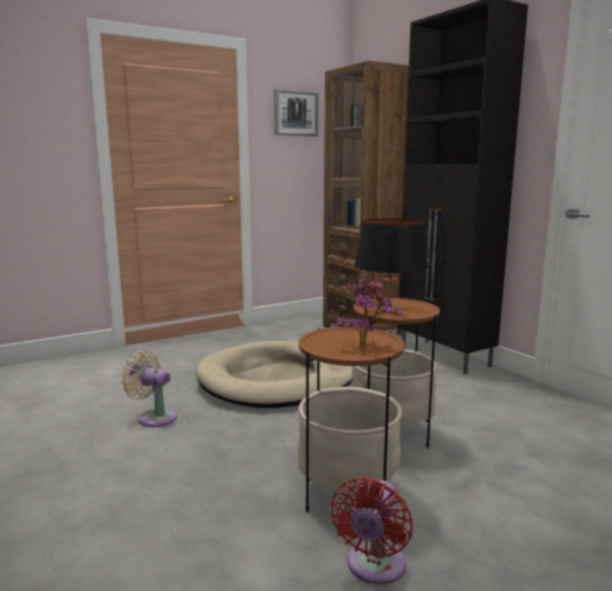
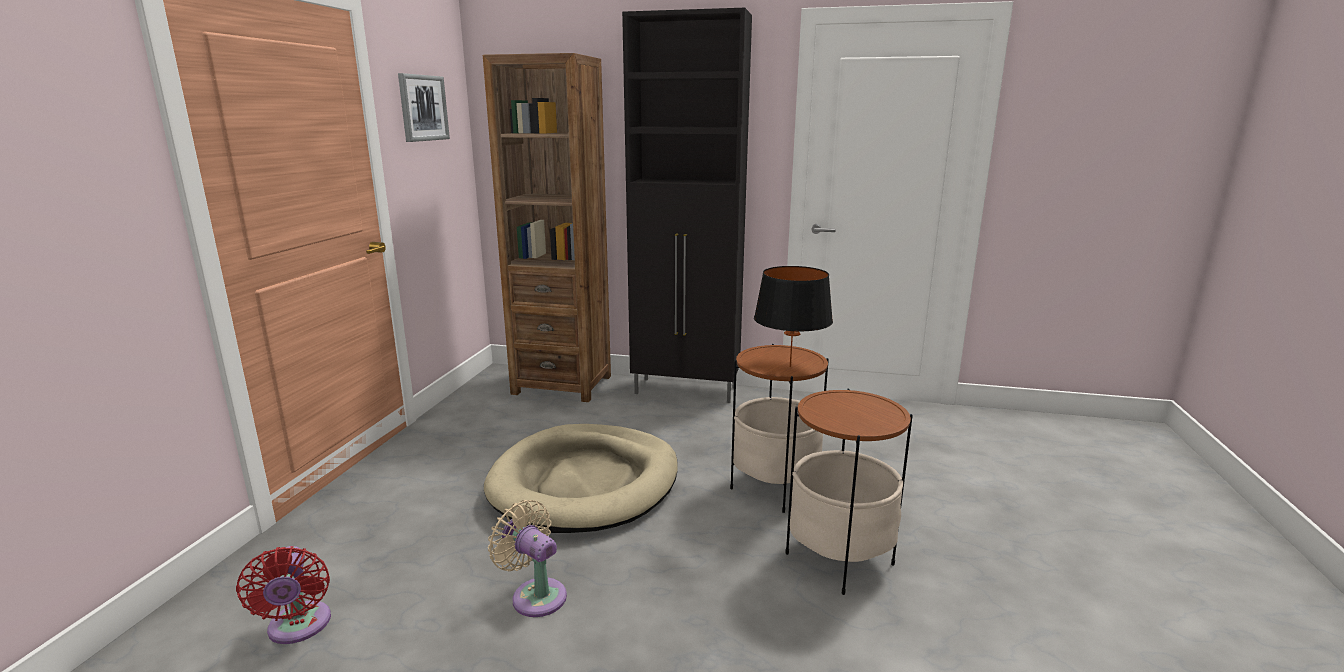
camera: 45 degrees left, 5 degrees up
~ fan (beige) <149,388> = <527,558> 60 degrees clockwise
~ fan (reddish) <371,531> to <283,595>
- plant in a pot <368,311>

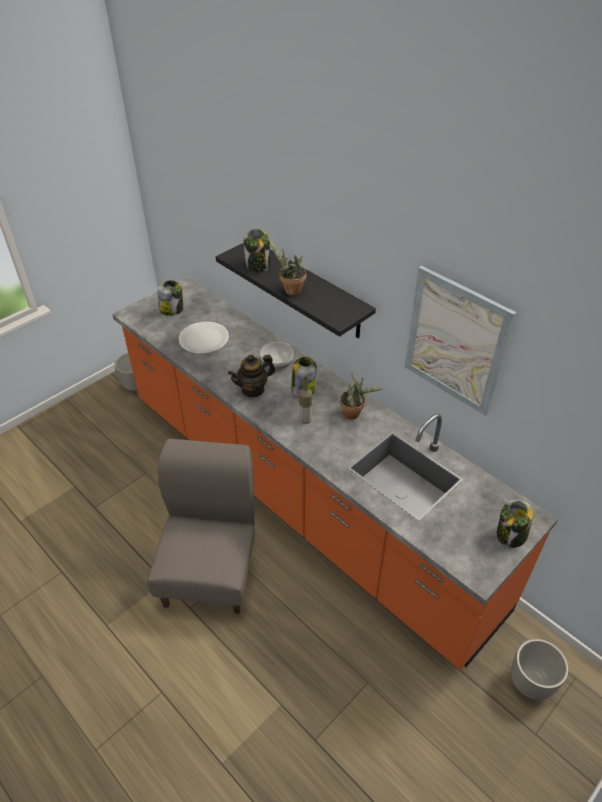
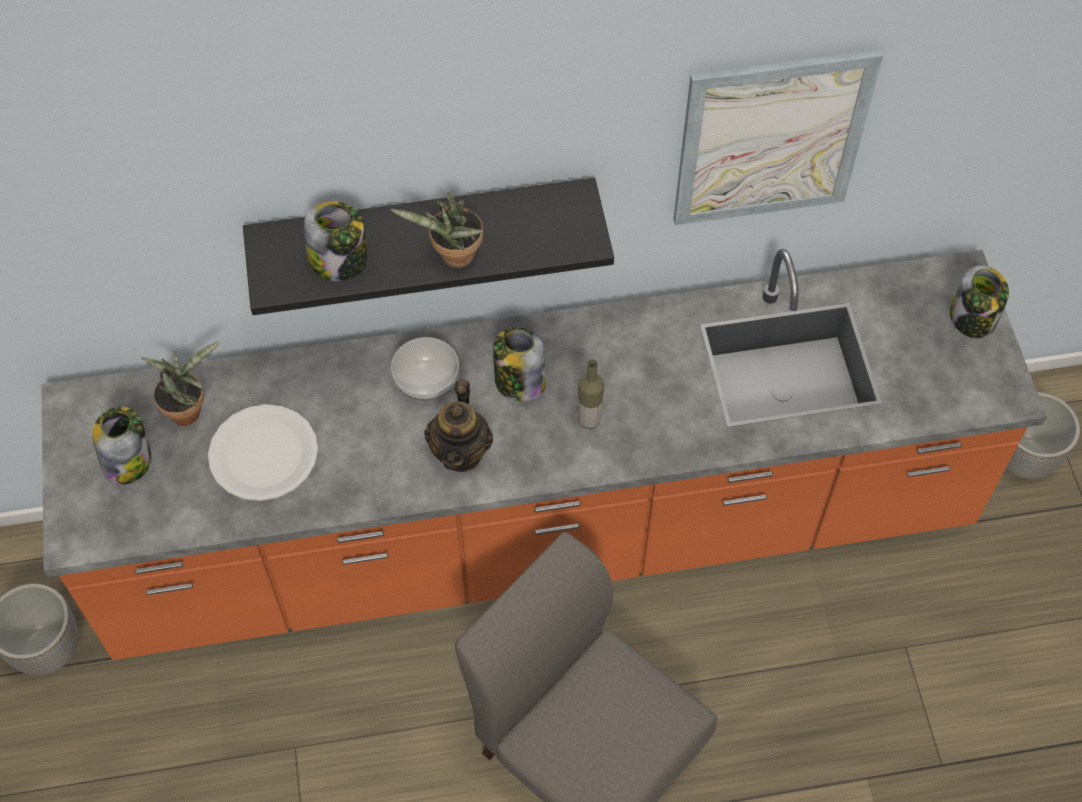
camera: 55 degrees left, 15 degrees up
~ plant in a pot <361,396> to <181,383>

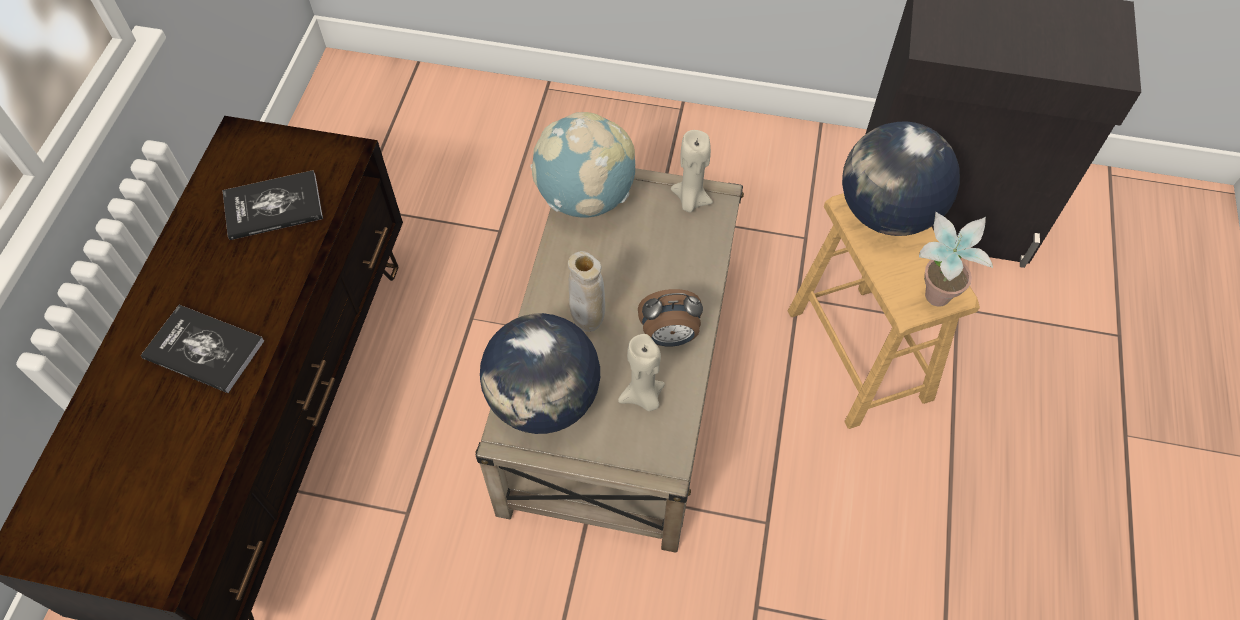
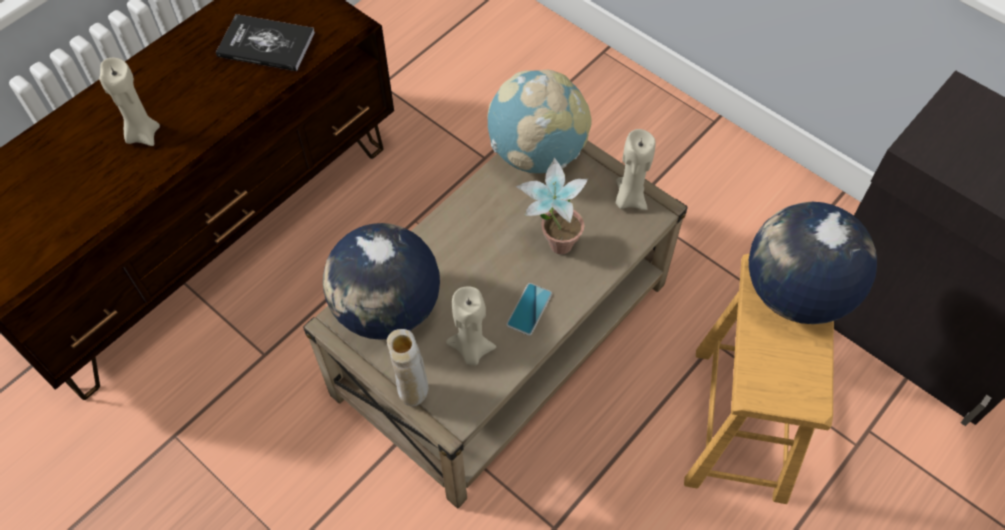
camera: 30 degrees right, 0 degrees up
~ bound book <202,349> to candle (beige) <129,102>
~ decorative vase (beige) <586,291> to <407,368>
~ bedside clock <670,318> to telephone <529,309>
~ plant in a pot <956,259> to <552,206>

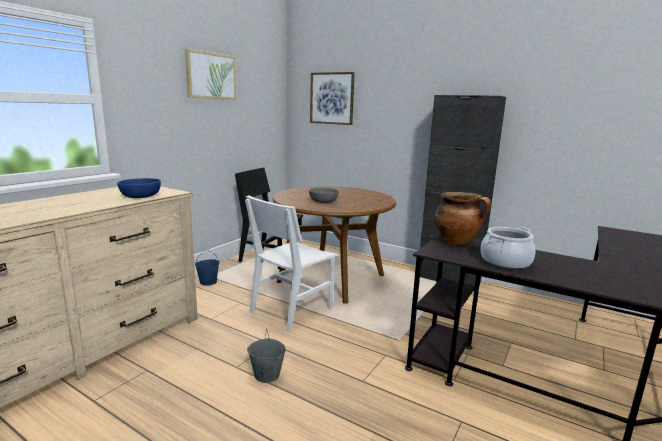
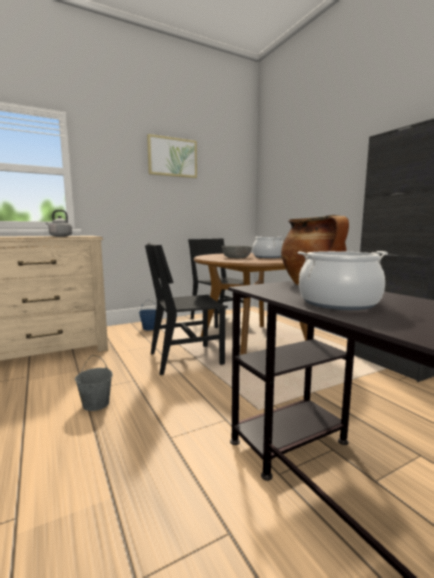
camera: 30 degrees right, 5 degrees down
~ bowl (bluish) <139,188> to tea kettle (grey) <59,223>
~ chair (white) <291,263> to chair (black) <186,309>
- wall art <332,98>
+ stockpot <268,247>

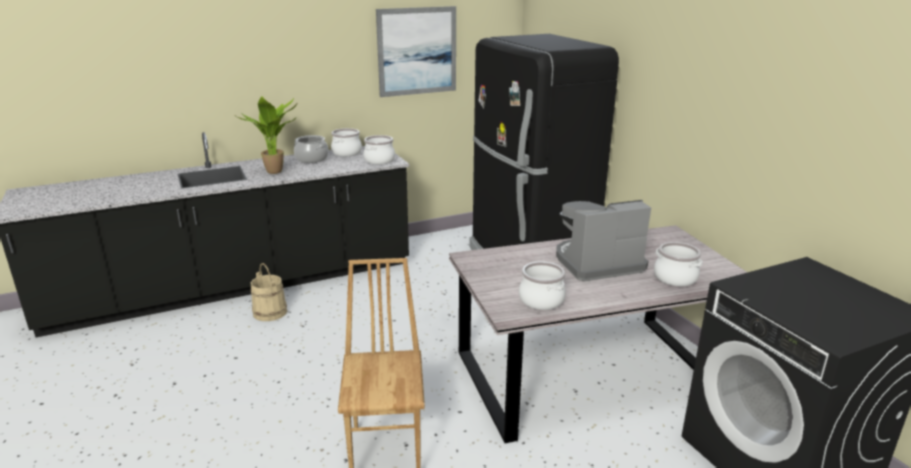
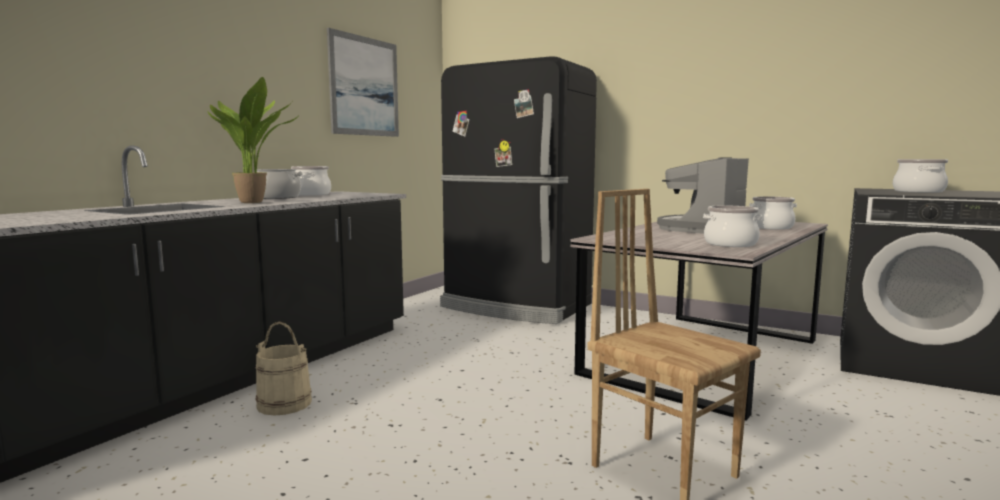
camera: 35 degrees left, 15 degrees down
~ stockpot <379,150> to <920,176>

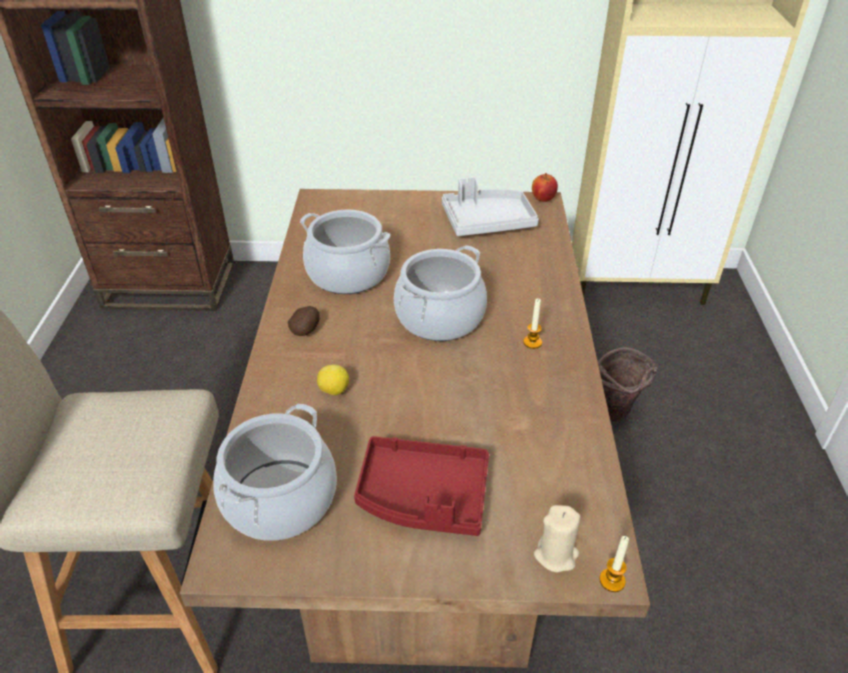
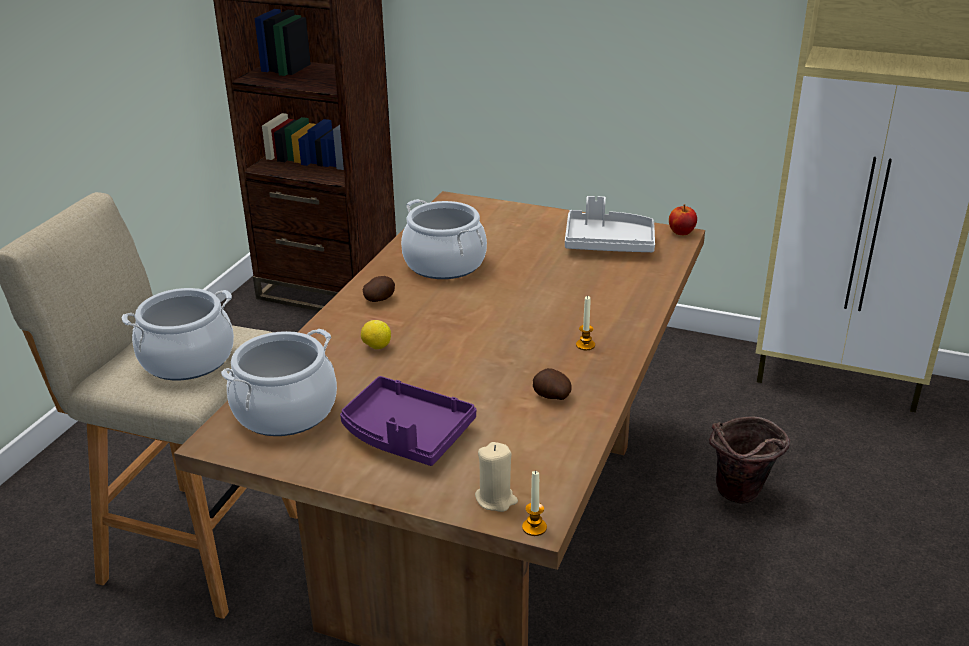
camera: 20 degrees right, 10 degrees down
~ carrying tray (reddish) <421,486> to carrying tray (purple) <408,421>
~ stockpot <440,293> to <178,334>
+ spud <552,384>

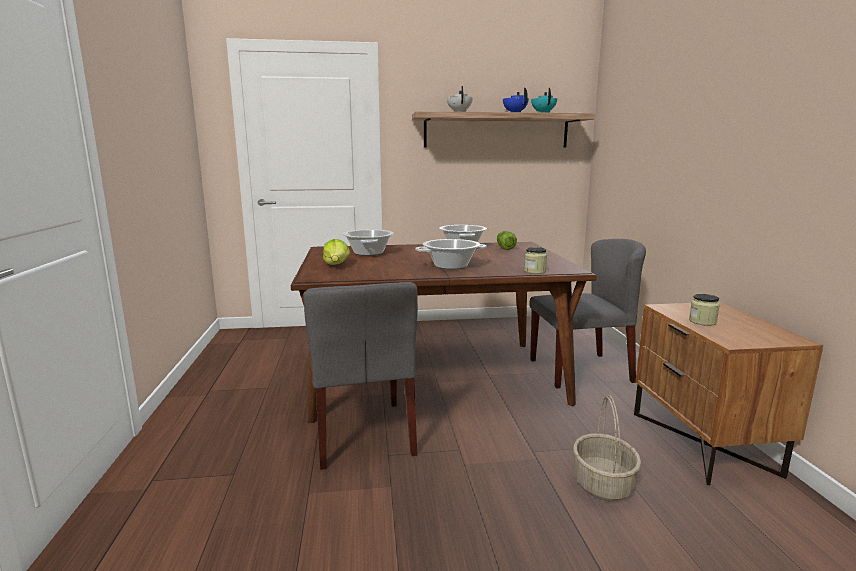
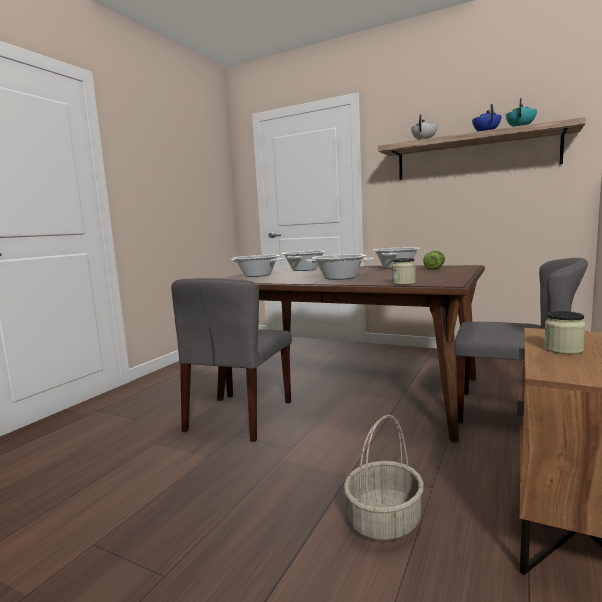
camera: 35 degrees right, 5 degrees down
~ head of lettuce <336,252> to stockpot <257,266>

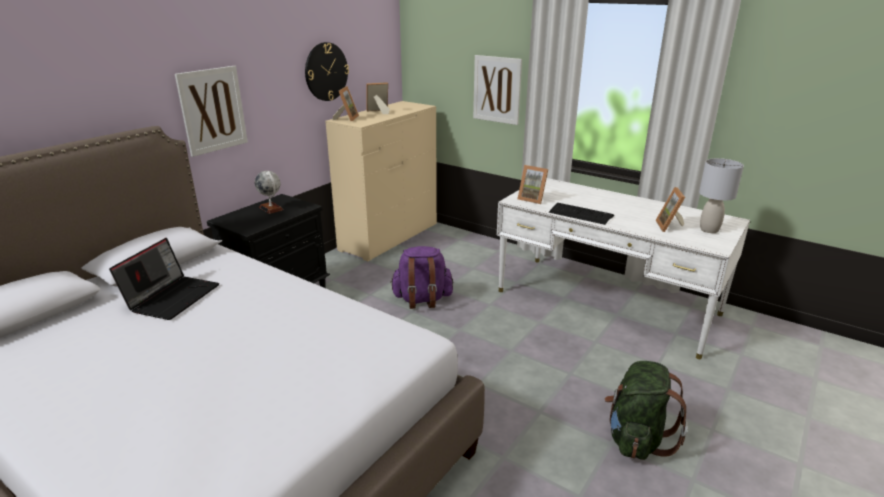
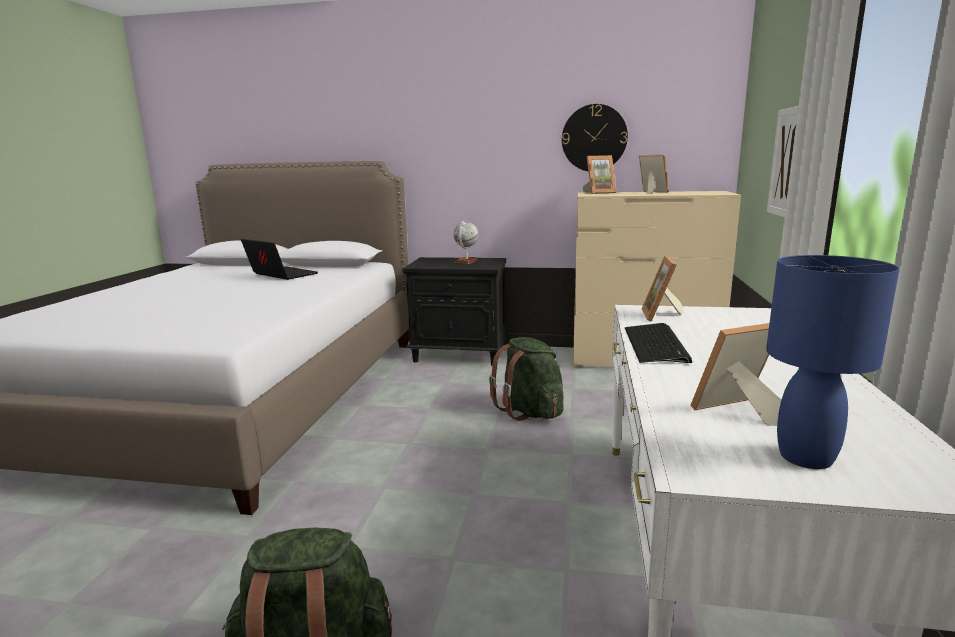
camera: 65 degrees right, 10 degrees down
~ laptop <164,279> = <279,259> 135 degrees counterclockwise
- wall art <211,111>
~ backpack (purple) <421,277> to backpack (green-coloured) <526,379>
~ tabletop lamp (grey) <721,195> to tabletop lamp (bluish) <833,362>

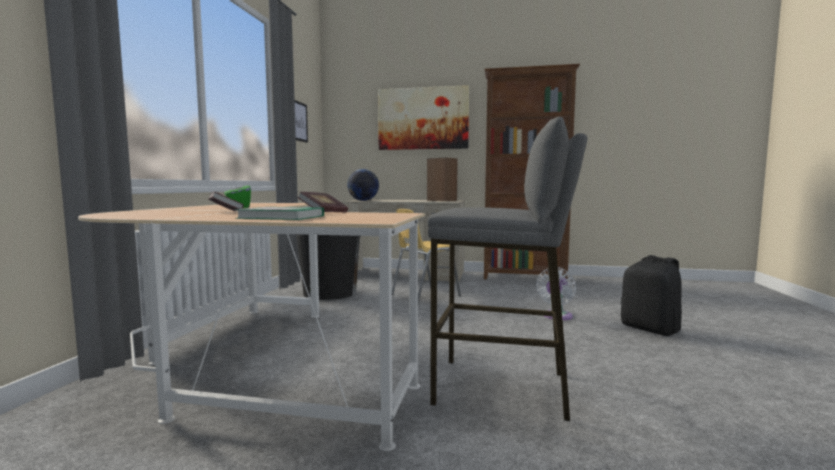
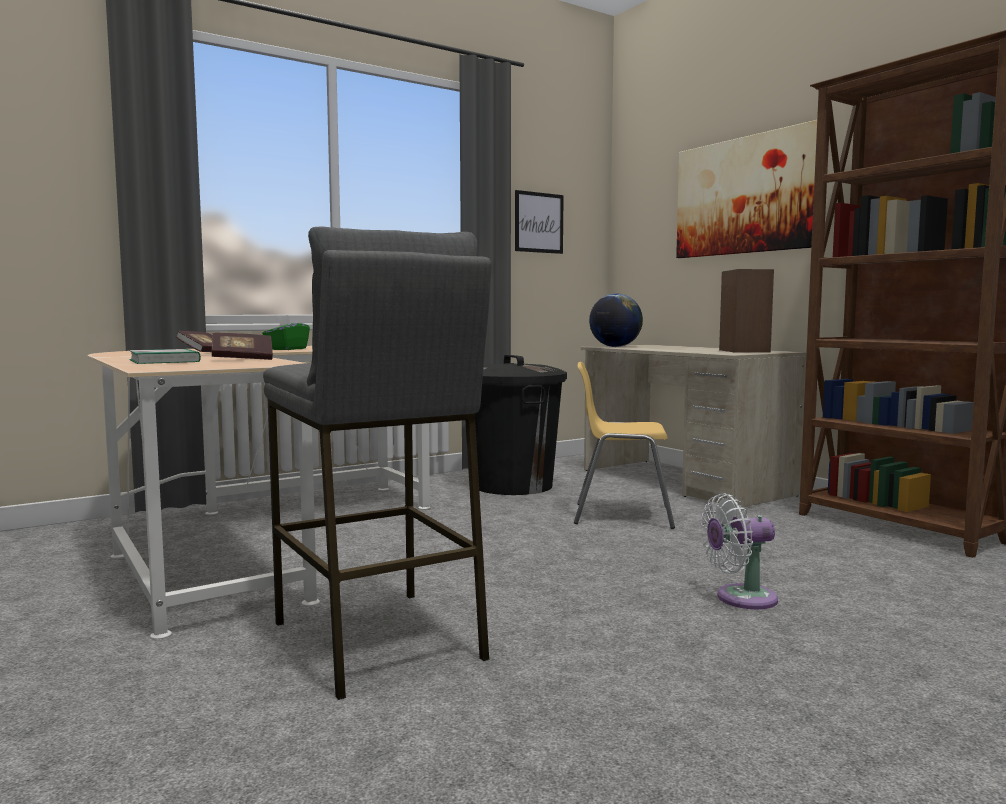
camera: 45 degrees right, 0 degrees up
- backpack (black) <651,295>

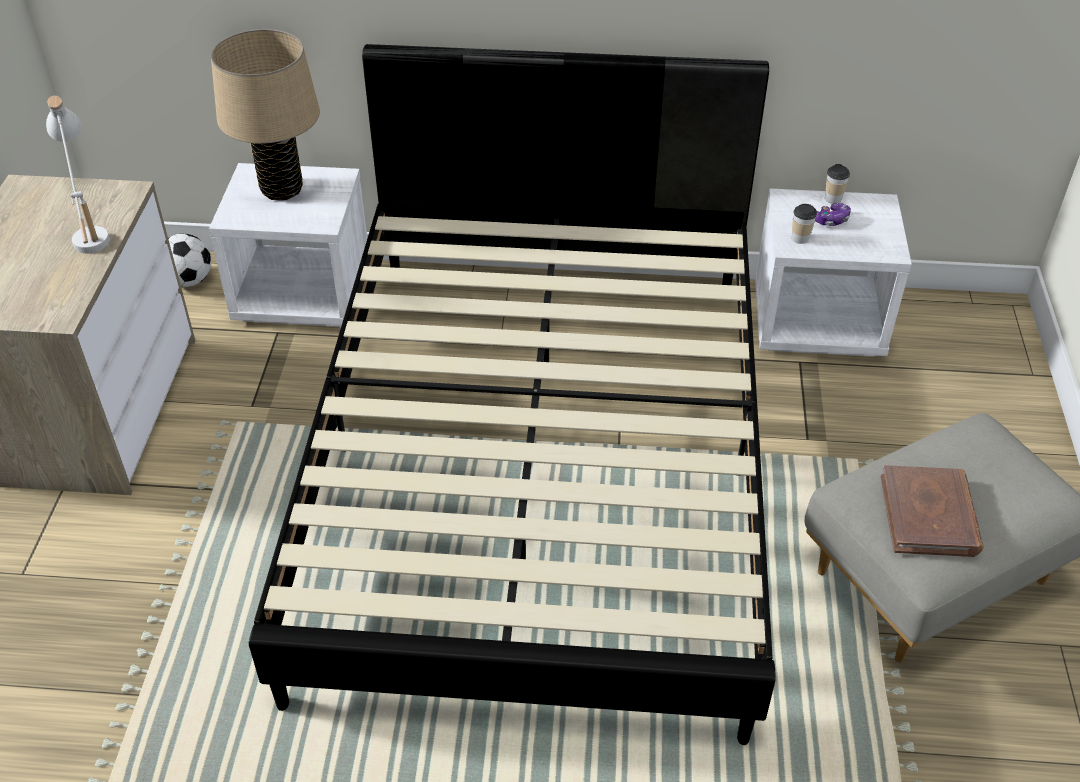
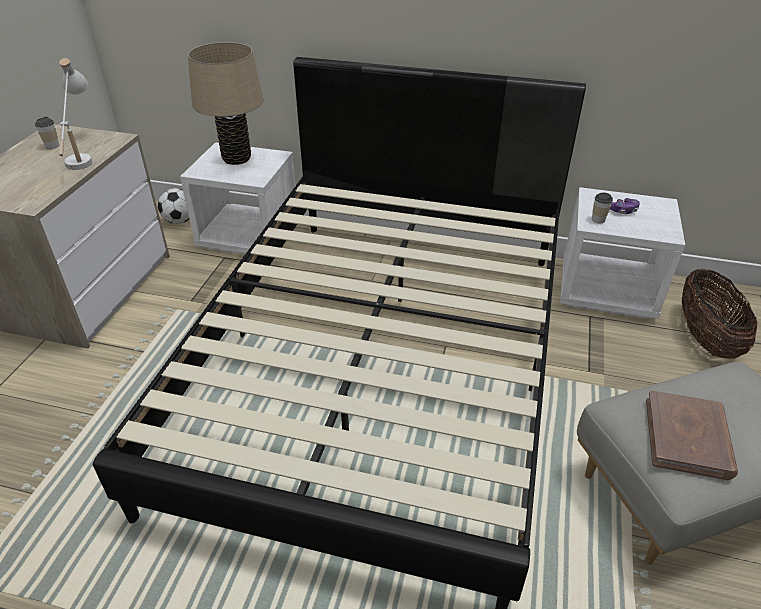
camera: 10 degrees right, 5 degrees down
~ drinking cup <837,184> to <47,133>
+ basket <720,314>

